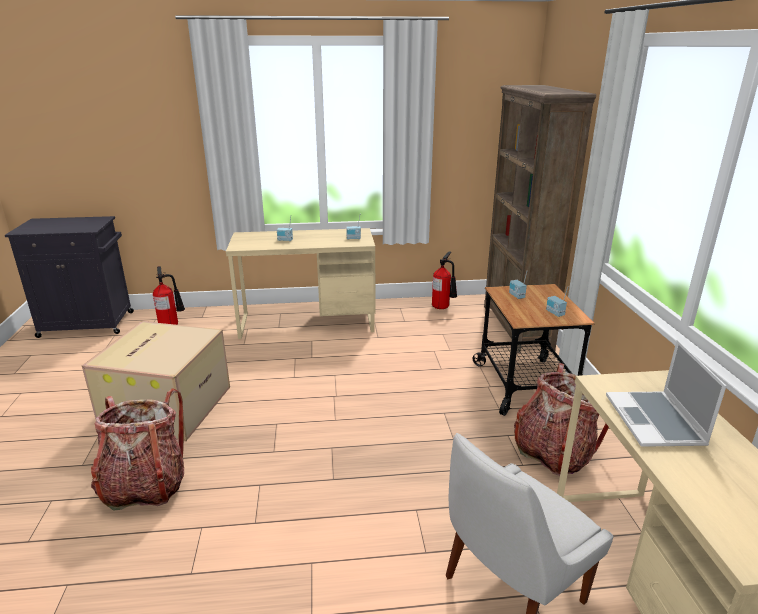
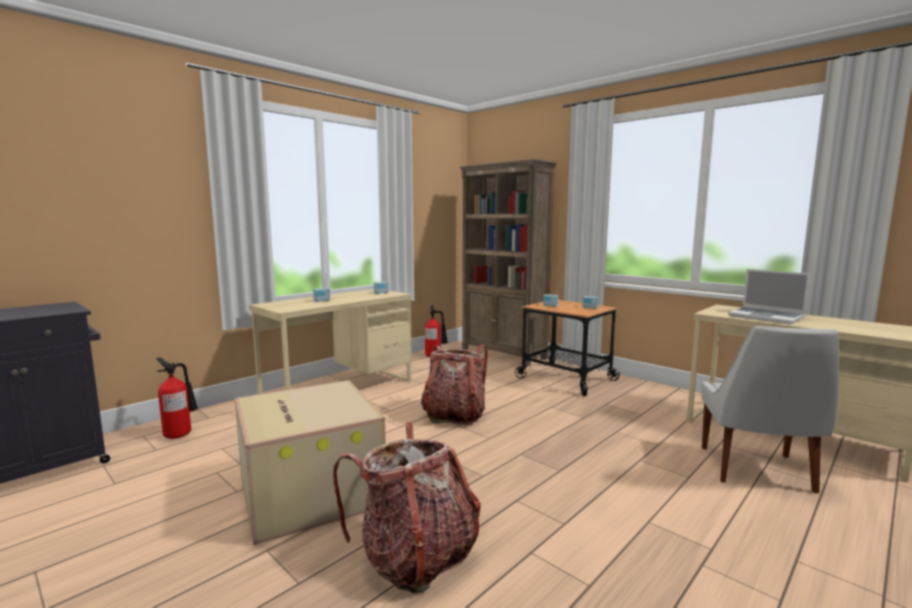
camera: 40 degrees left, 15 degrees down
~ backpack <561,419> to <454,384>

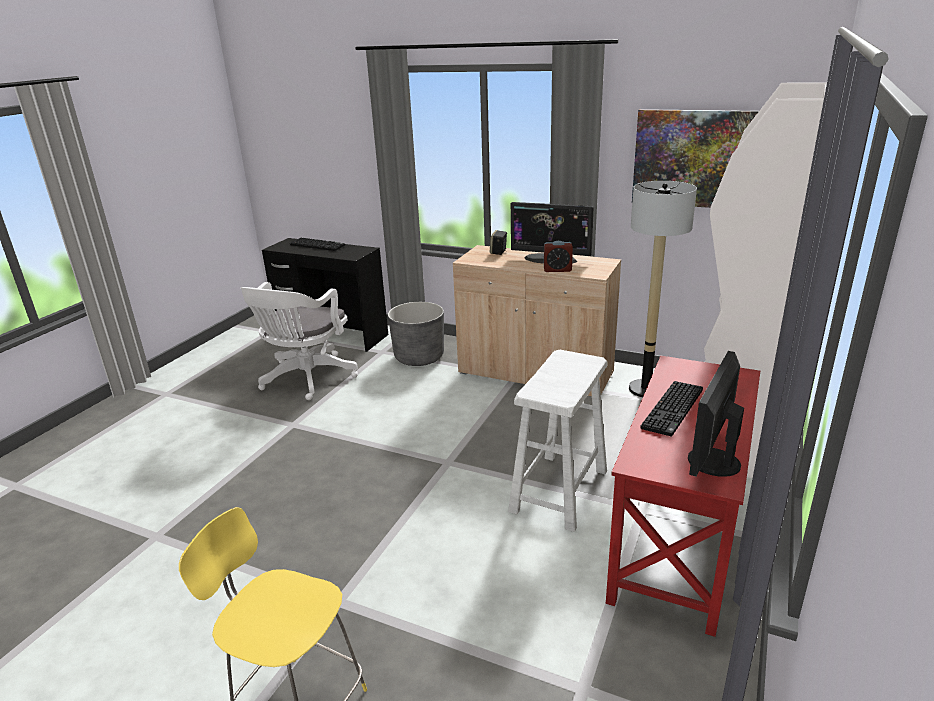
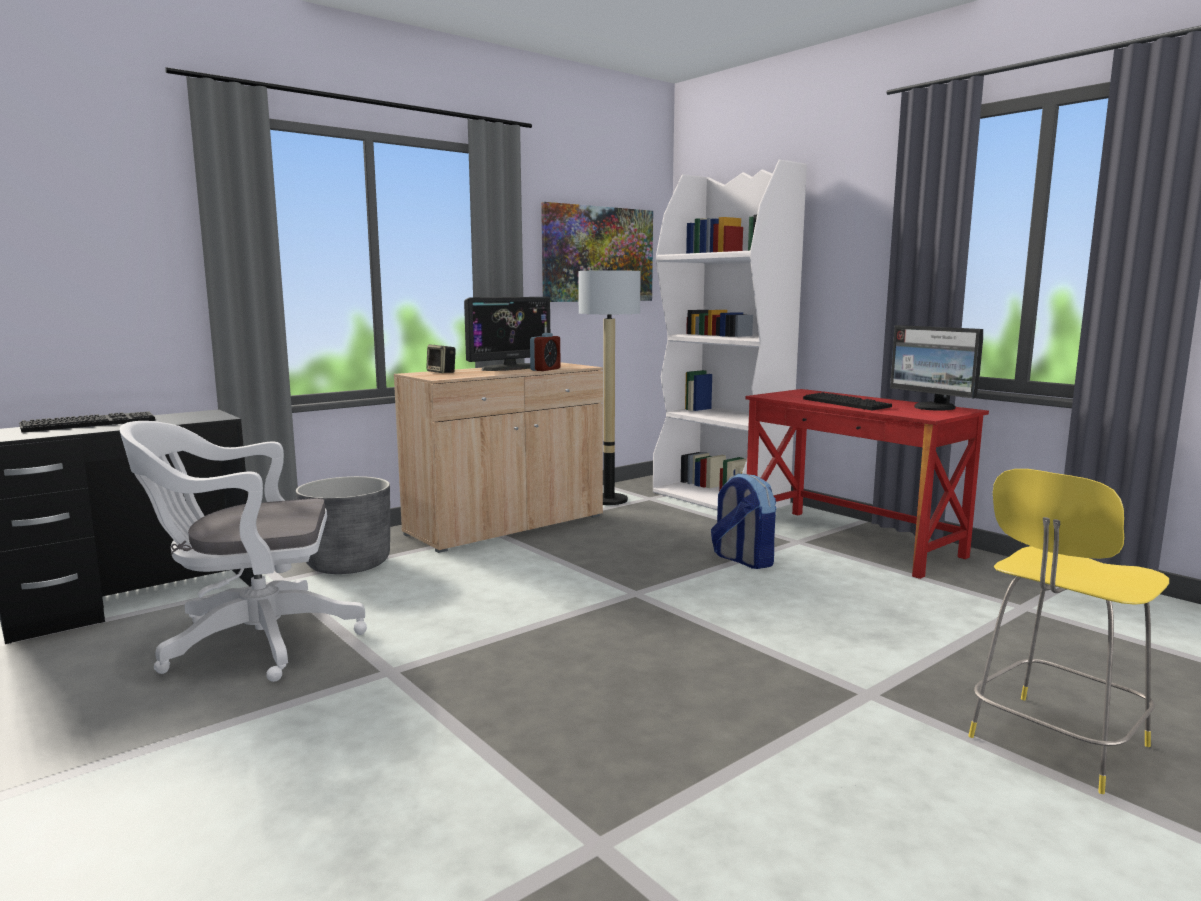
camera: 65 degrees left, 15 degrees down
~ office chair (white) <299,341> = <243,551> 120 degrees clockwise
~ stool seat (white) <558,441> to backpack <743,521>

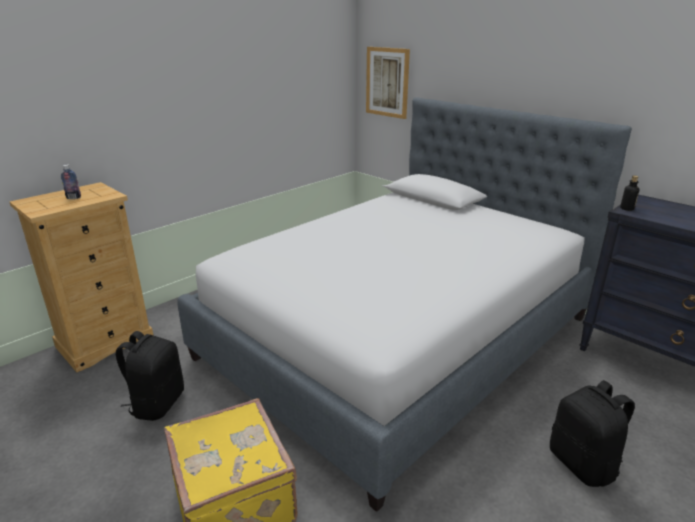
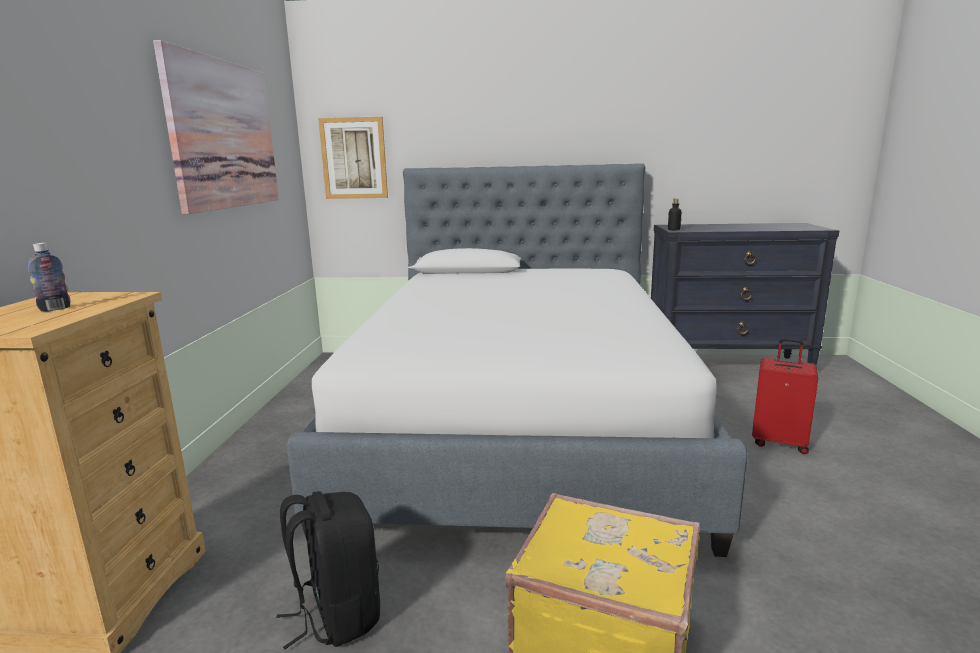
camera: 40 degrees left, 10 degrees down
~ backpack (black) <592,433> to piece of luggage (reddish) <785,396>
+ wall art <216,127>

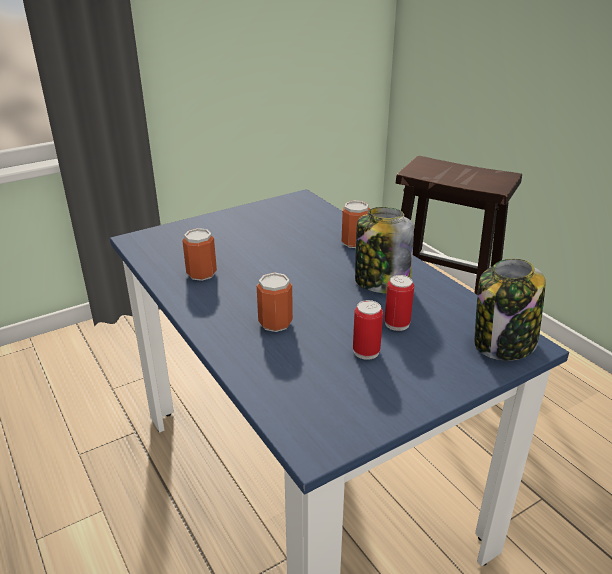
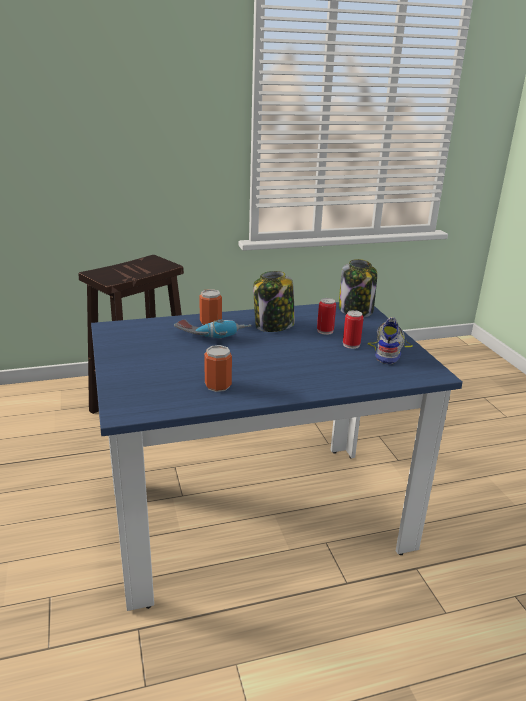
camera: 75 degrees left, 5 degrees down
- sealed can <275,302>
+ electric drill <212,329>
+ low shoe <390,340>

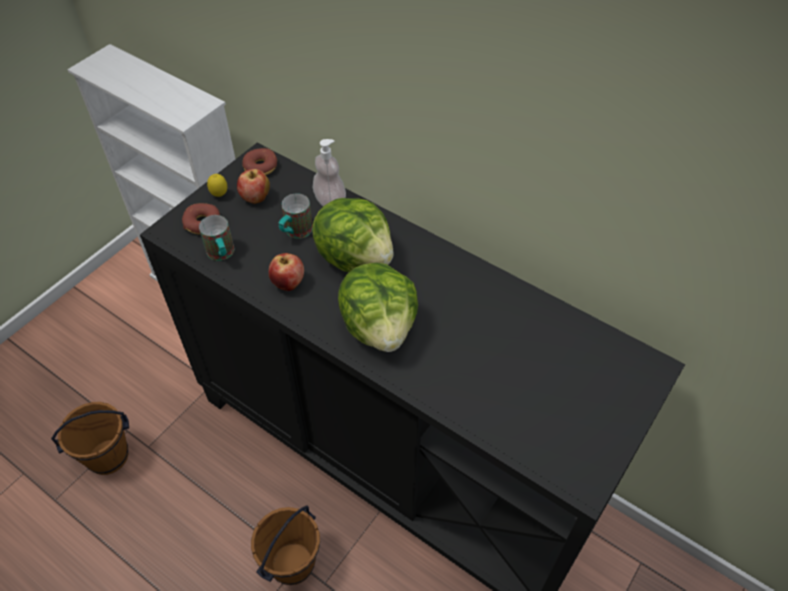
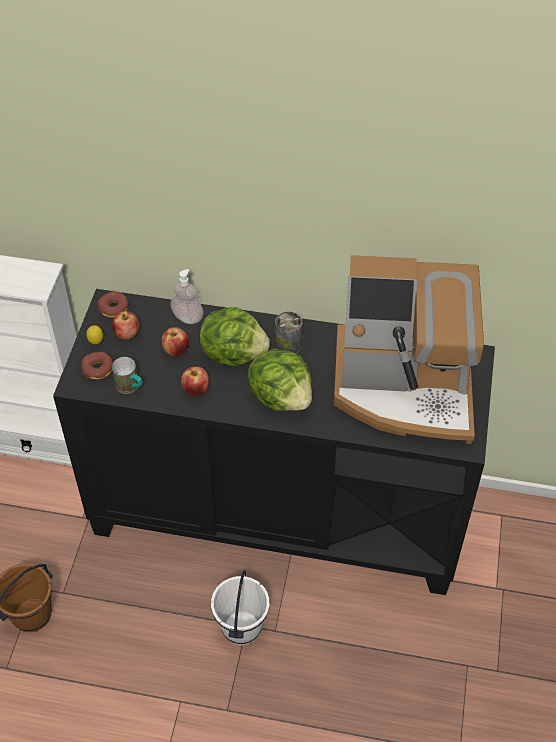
camera: 25 degrees left, 0 degrees up
~ pail (brown) <285,545> to pail (white) <240,607>
~ tea mug <296,216> to whole apple <175,342>
+ sealed can <289,332>
+ coffee maker <409,349>

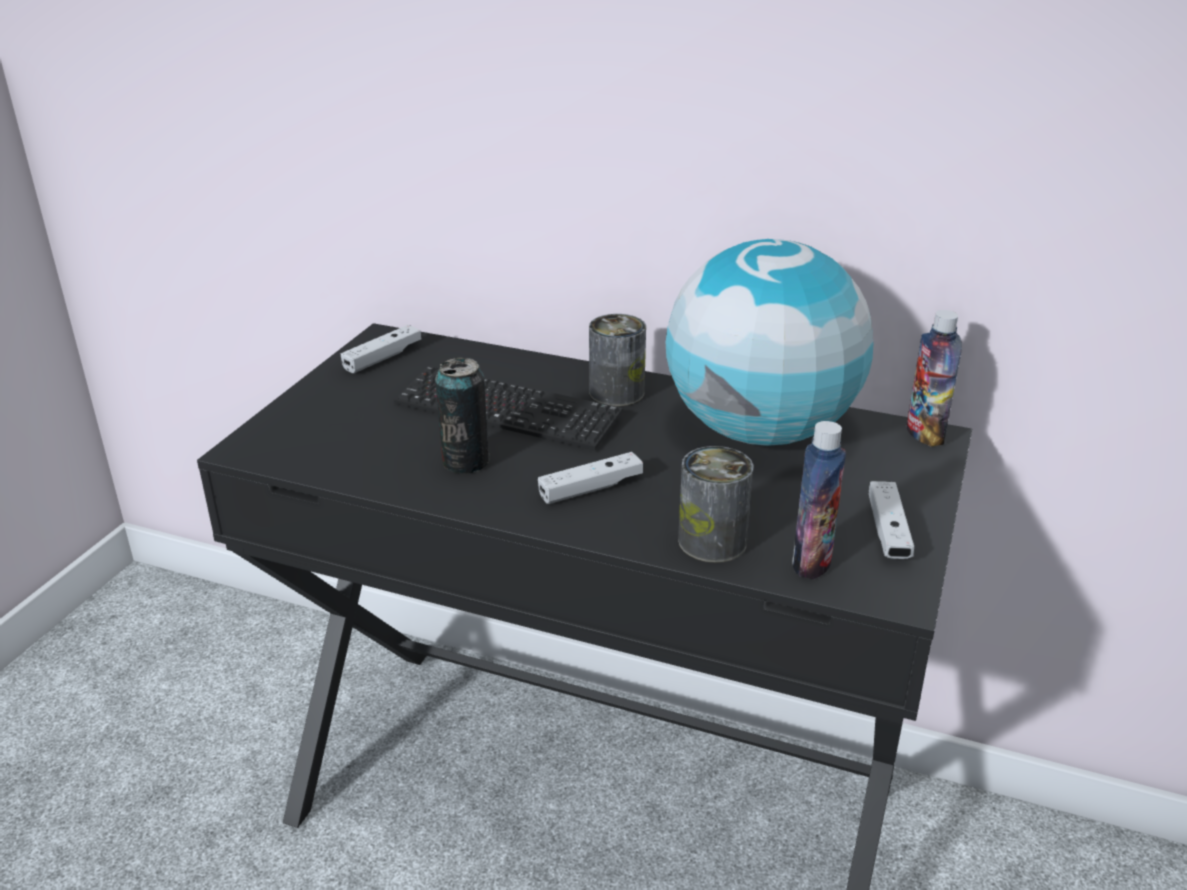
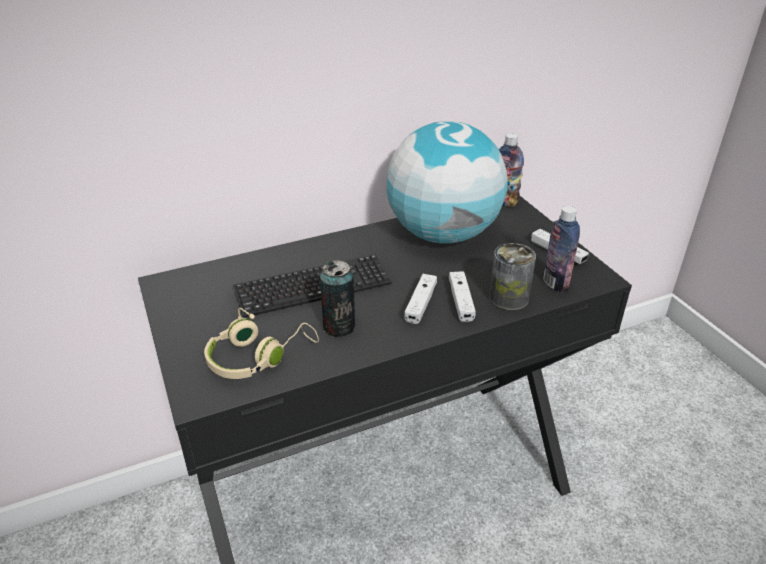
camera: 45 degrees left, 5 degrees up
~ joypad (white) <381,349> to <462,296>
- sealed can <617,360>
+ pair of headphones (beige) <261,343>

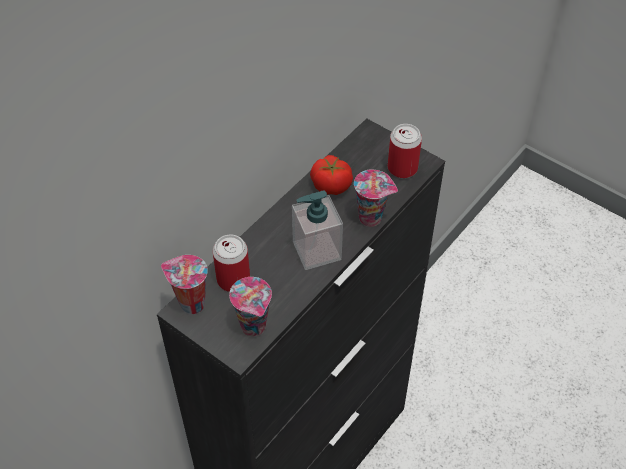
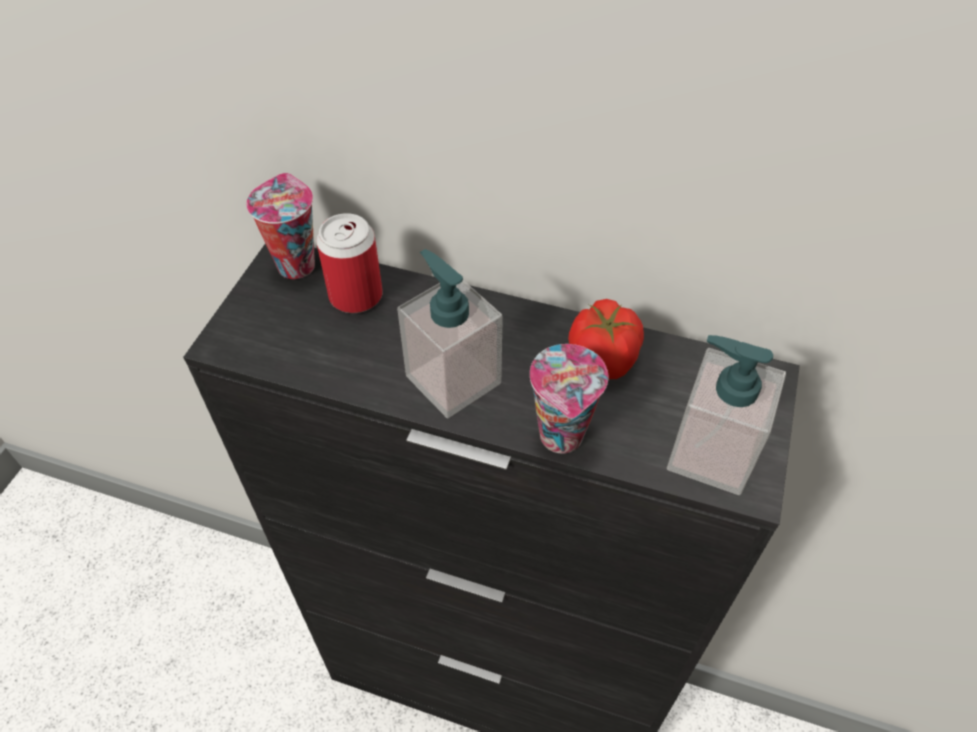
camera: 70 degrees right, 0 degrees up
- drinking cup <250,307>
~ sealed can <405,151> to liquid soap bottle <726,415>

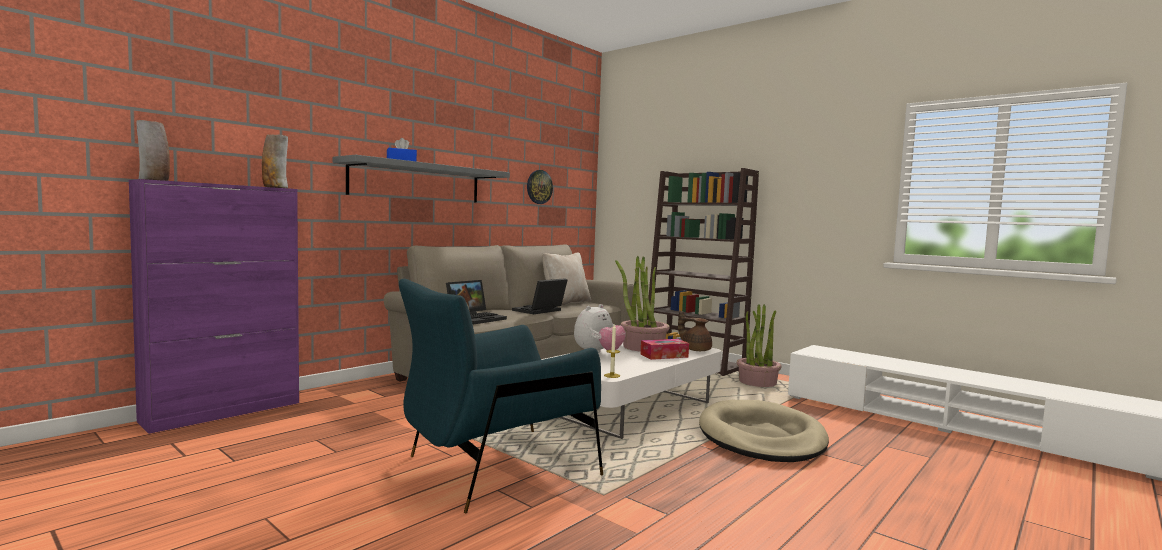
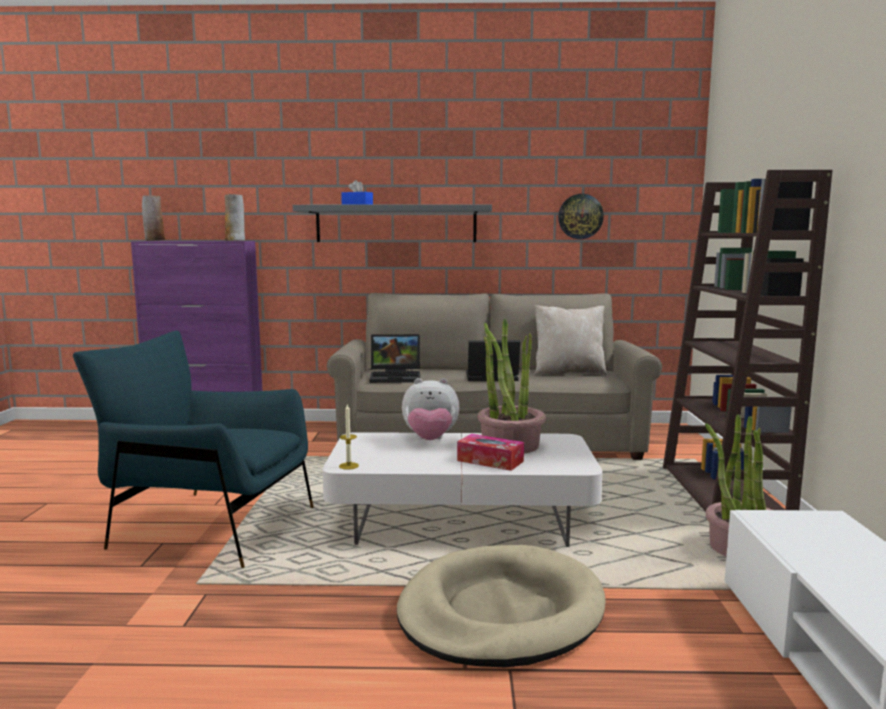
camera: 50 degrees right, 5 degrees up
- teapot (brown) <695,330>

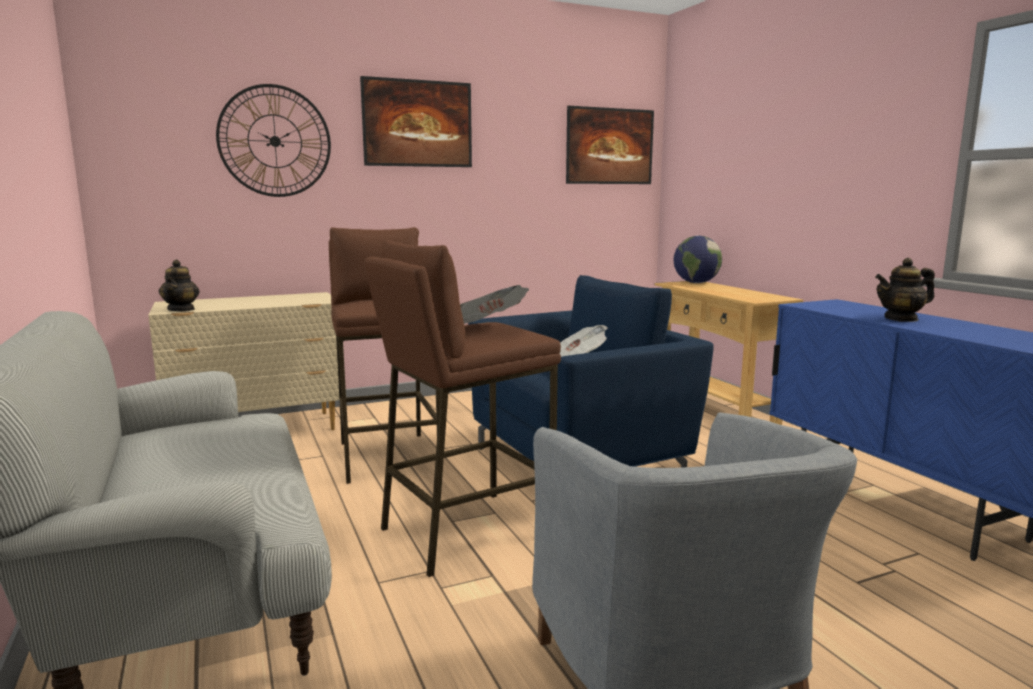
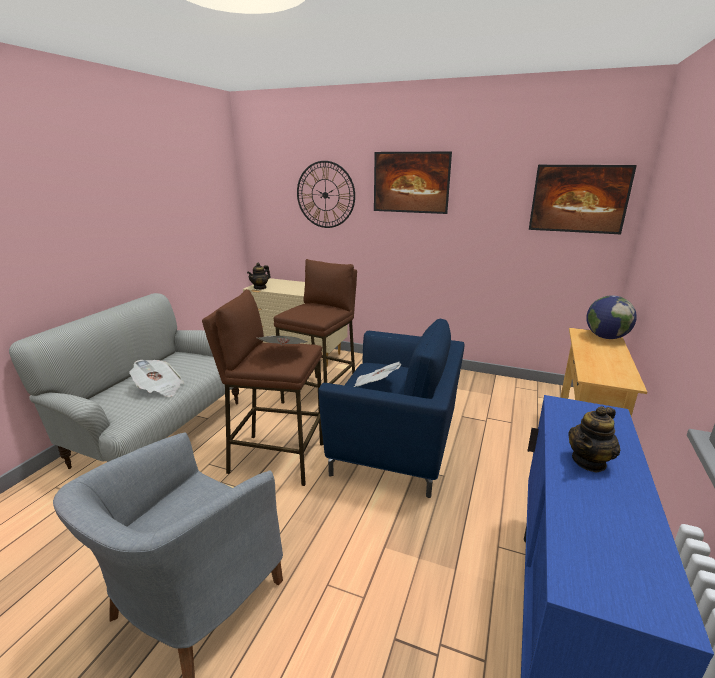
camera: 45 degrees right, 10 degrees up
~ teapot <905,290> = <594,439> 75 degrees counterclockwise
+ daily paper <156,378>

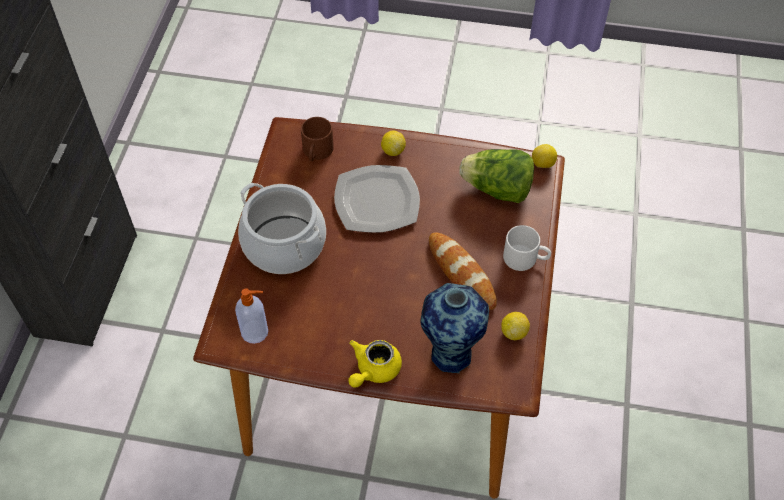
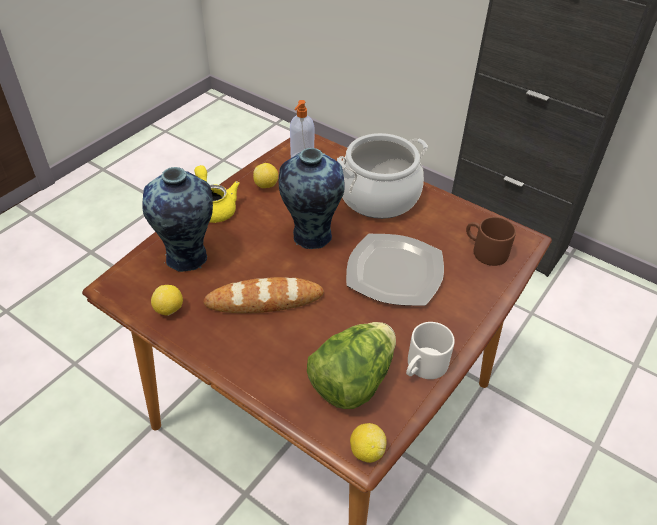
camera: 115 degrees right, 10 degrees down
~ lemon <393,143> to <265,175>
~ tea mug (white) <527,248> to <430,350>
+ decorative vase <312,198>

